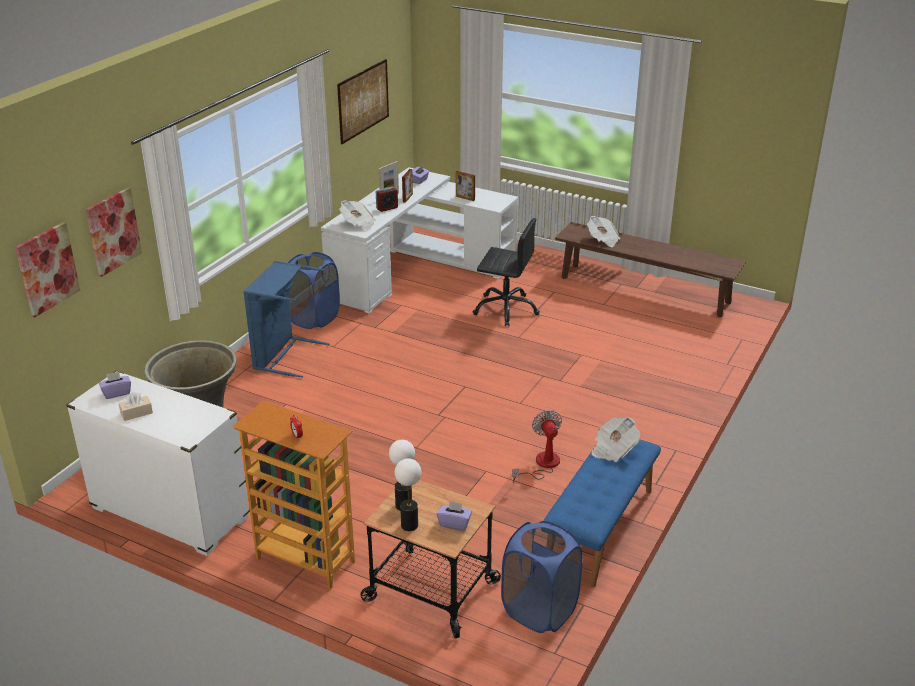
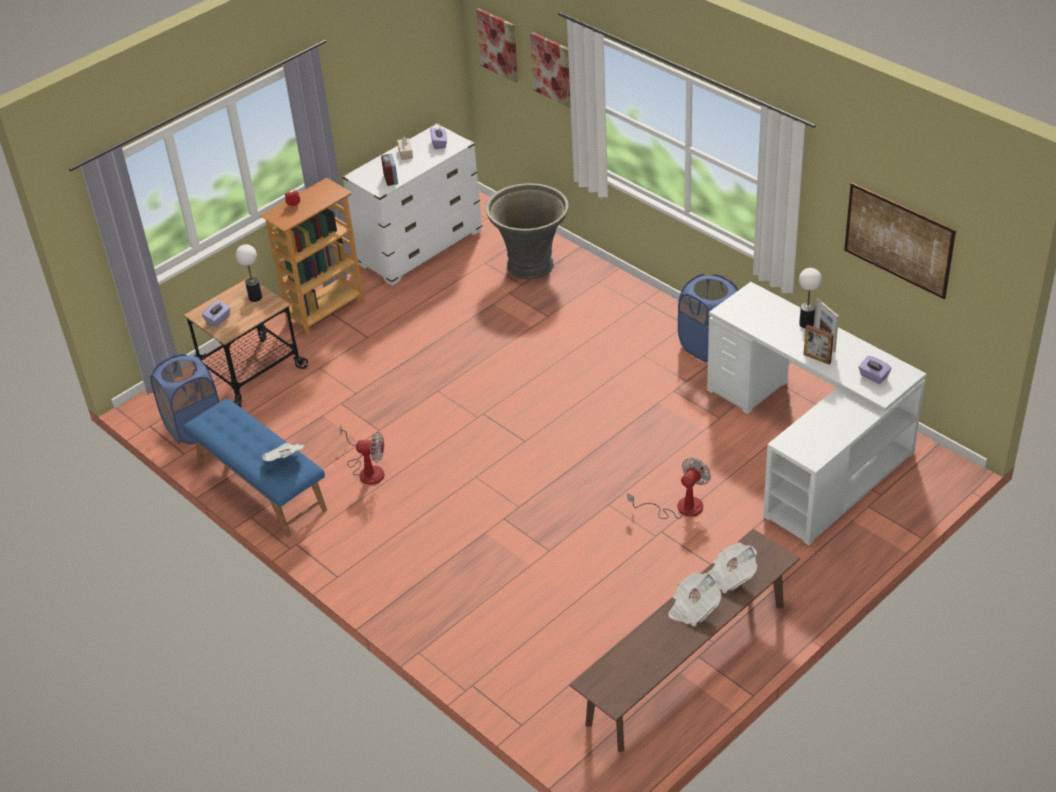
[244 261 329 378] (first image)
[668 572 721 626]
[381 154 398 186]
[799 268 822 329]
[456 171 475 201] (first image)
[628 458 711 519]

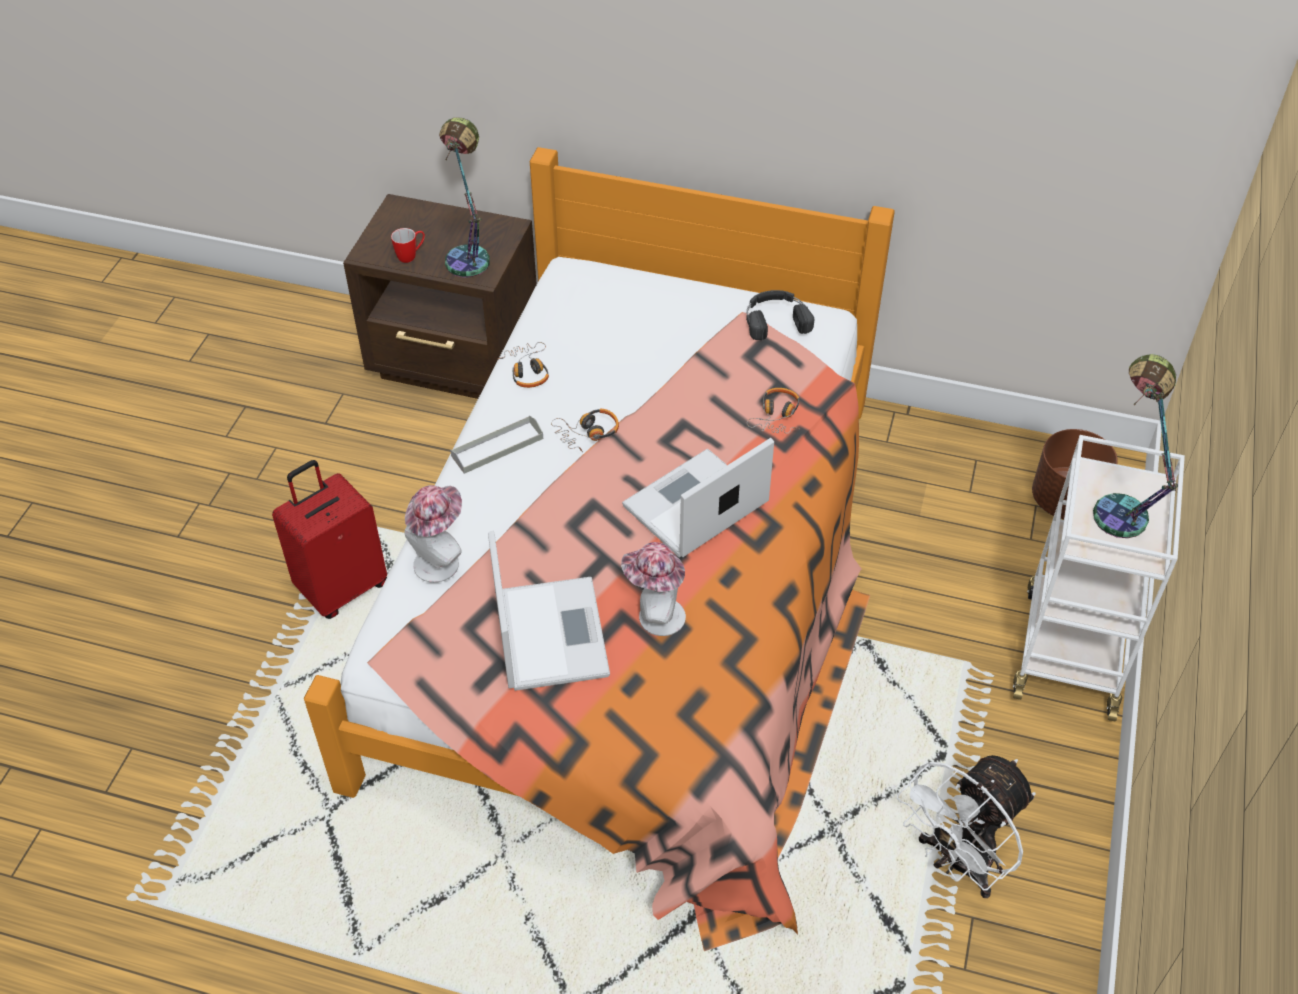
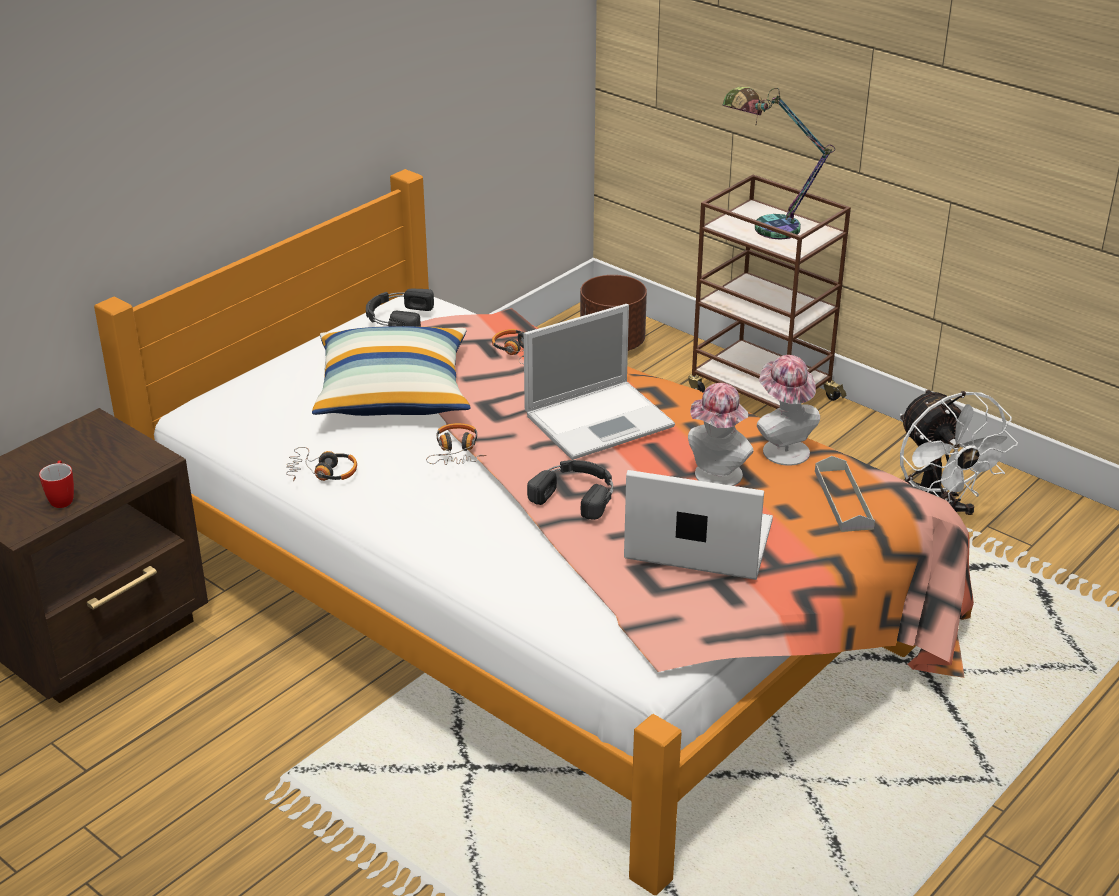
[272 460 387 619] (first image)
[757 355 820 466]
[439 117 490 278] (first image)
[815 456 875 532]
[524 304 675 460]
[688 175 851 409]
[312 326 470 416]
[527 460 613 520]

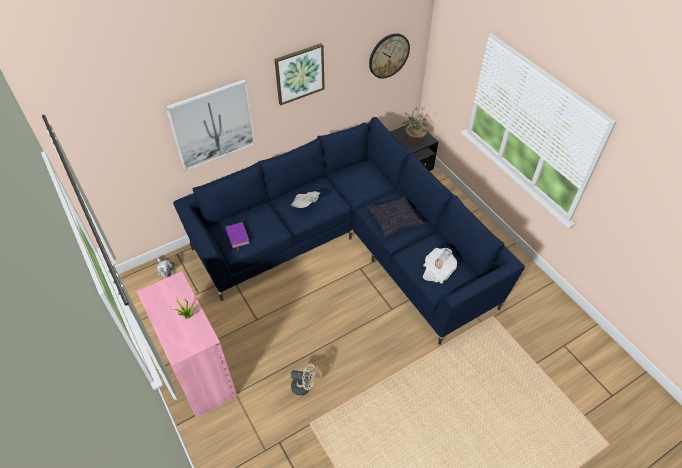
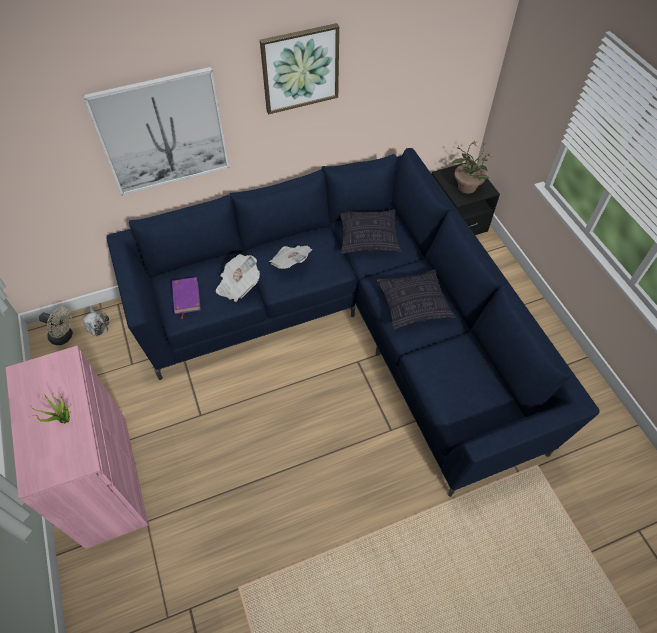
[39 307 73 345]
[369 33 410 79] (first image)
[216 254 260 302]
[340 209 401 254]

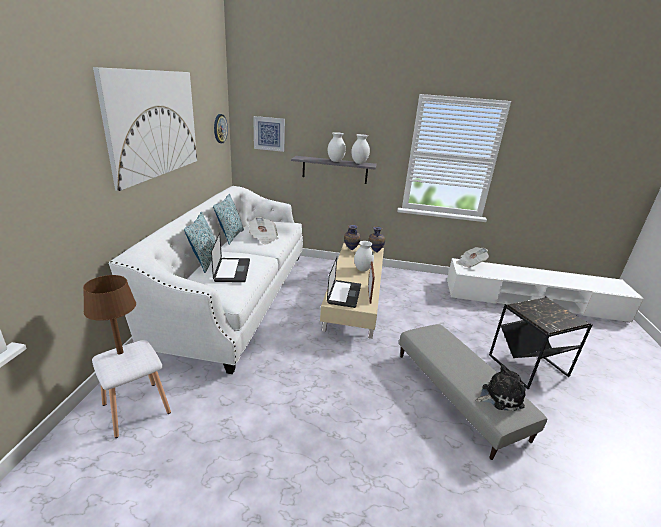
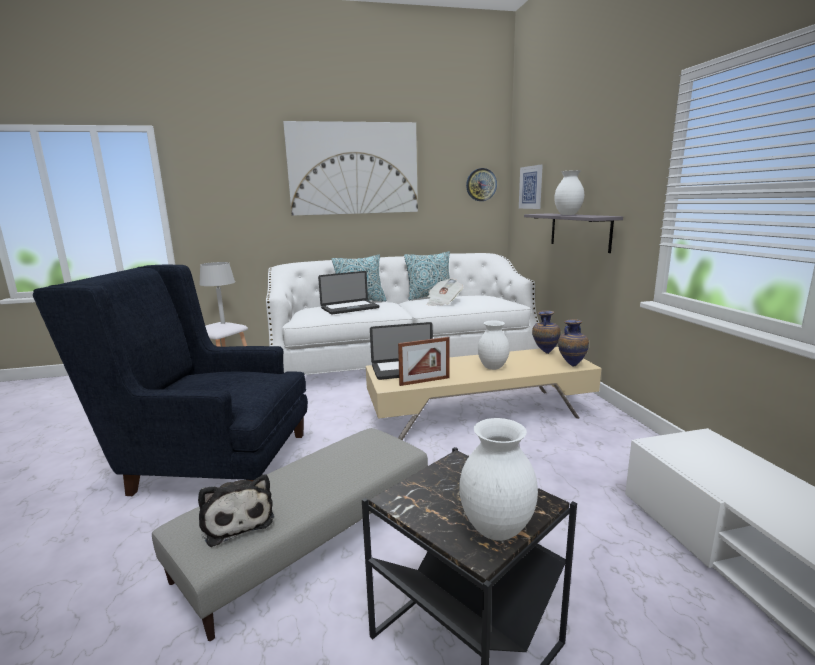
[199 262 235 324]
[459 418 538 541]
[456 247 489 268] (first image)
[33 264 308 496]

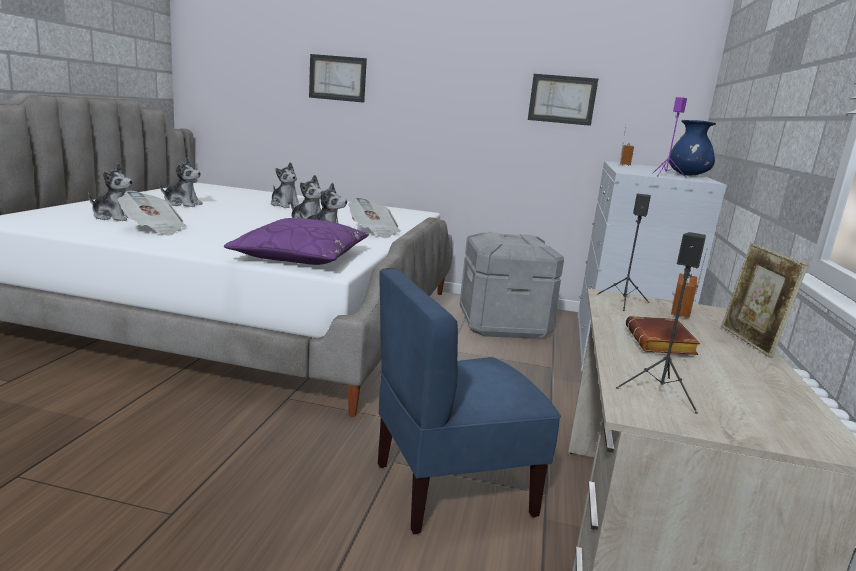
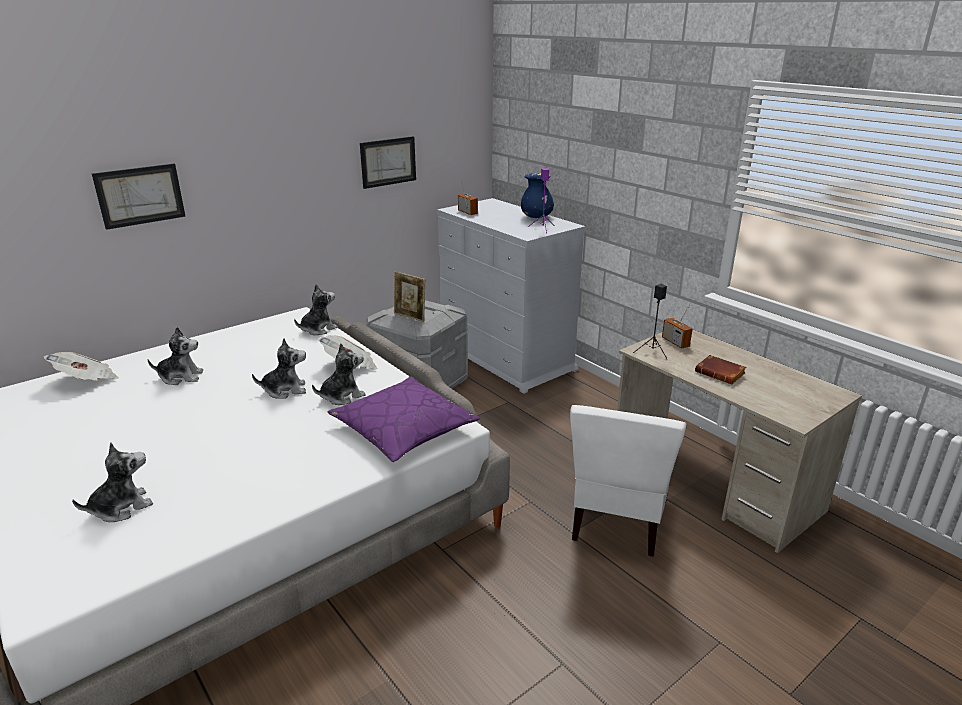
[44 352 118 381]
[294 284 338 335]
[570 405 686 557]
[616 232 706 414] (first image)
[394 271 426 322]

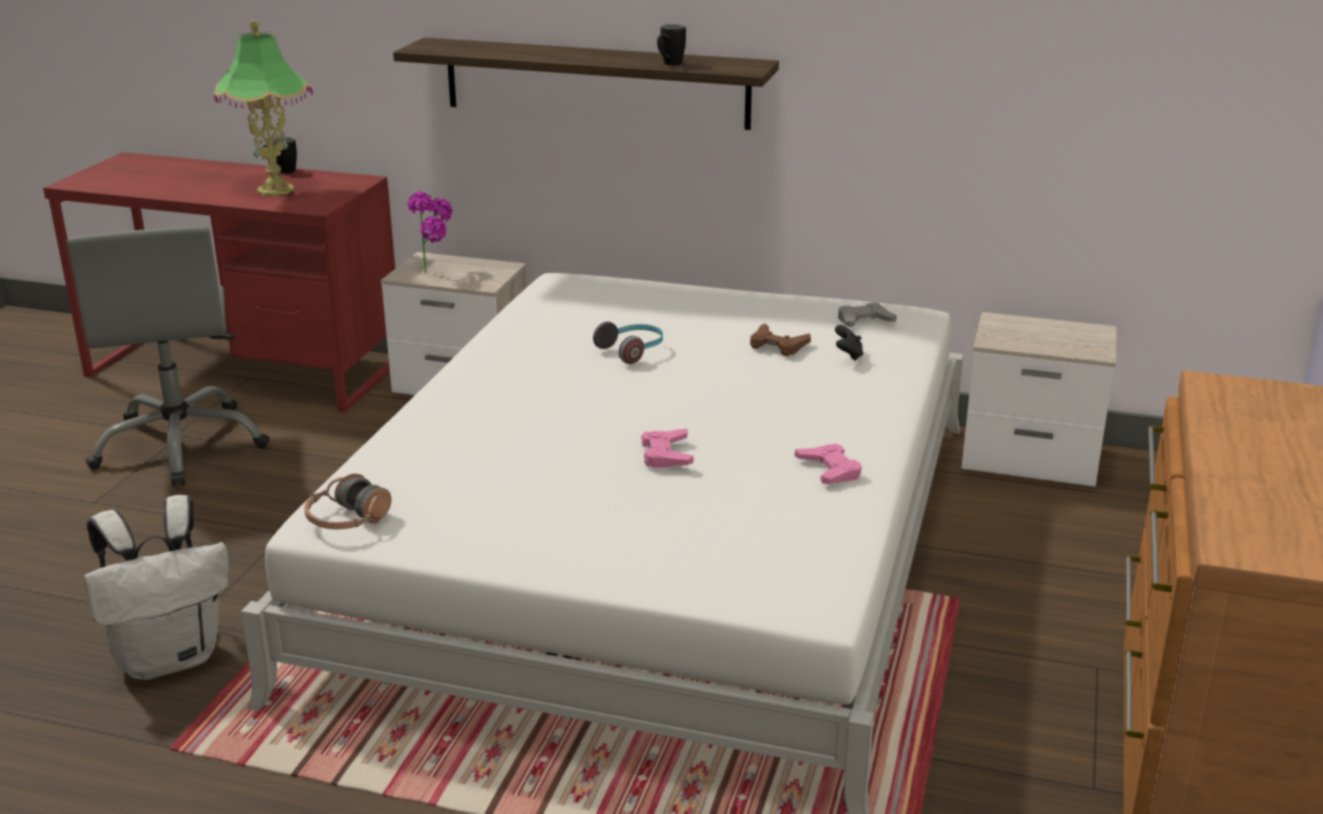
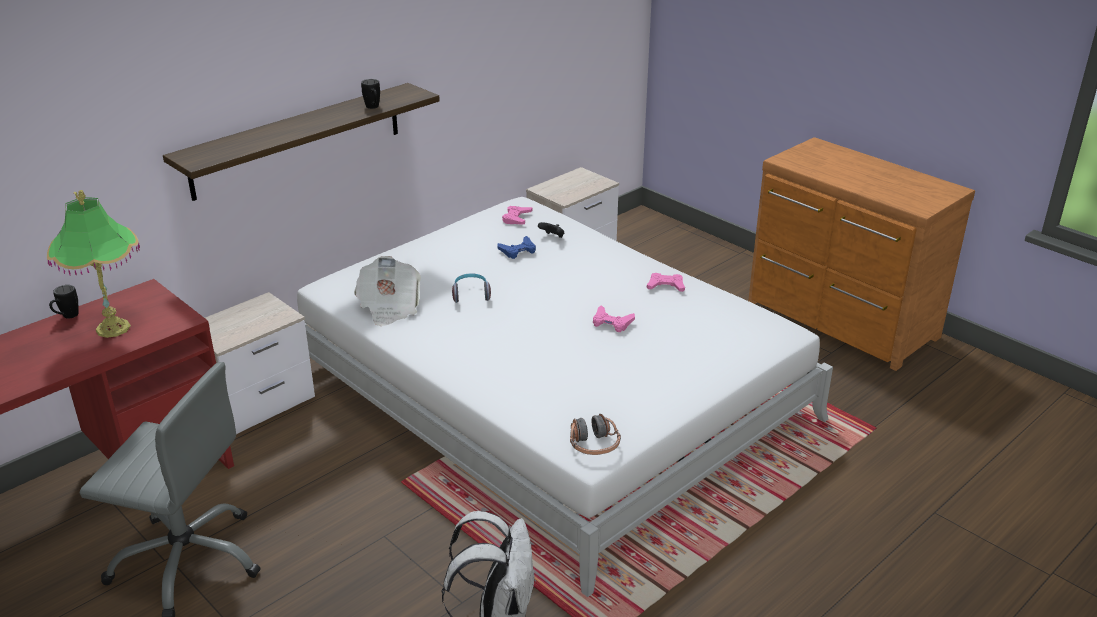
[408 192 452 273] (first image)
[498 236 536 259]
[502 206 533 225]
[354 256 421 326]

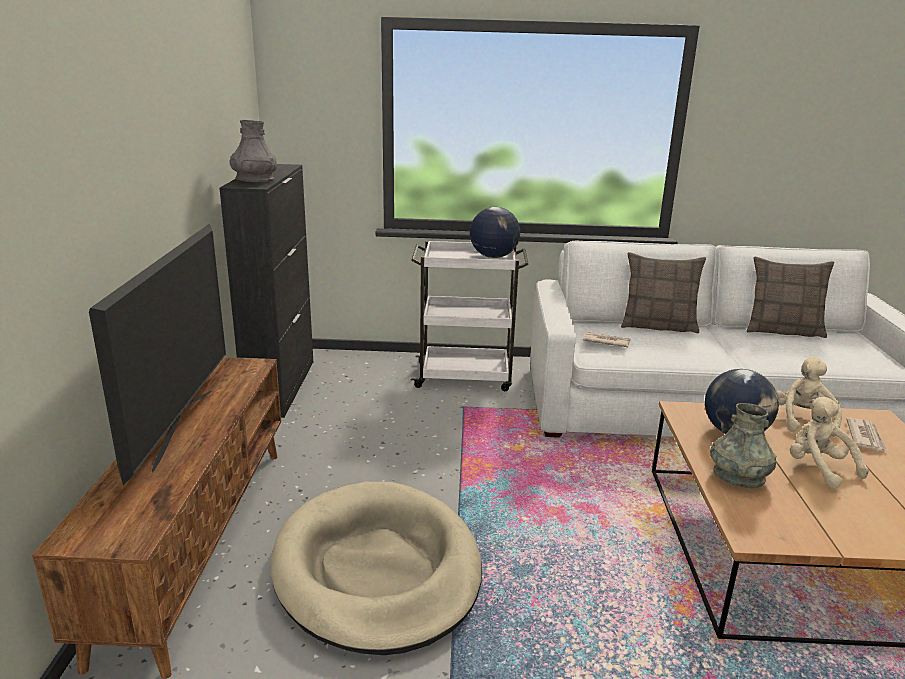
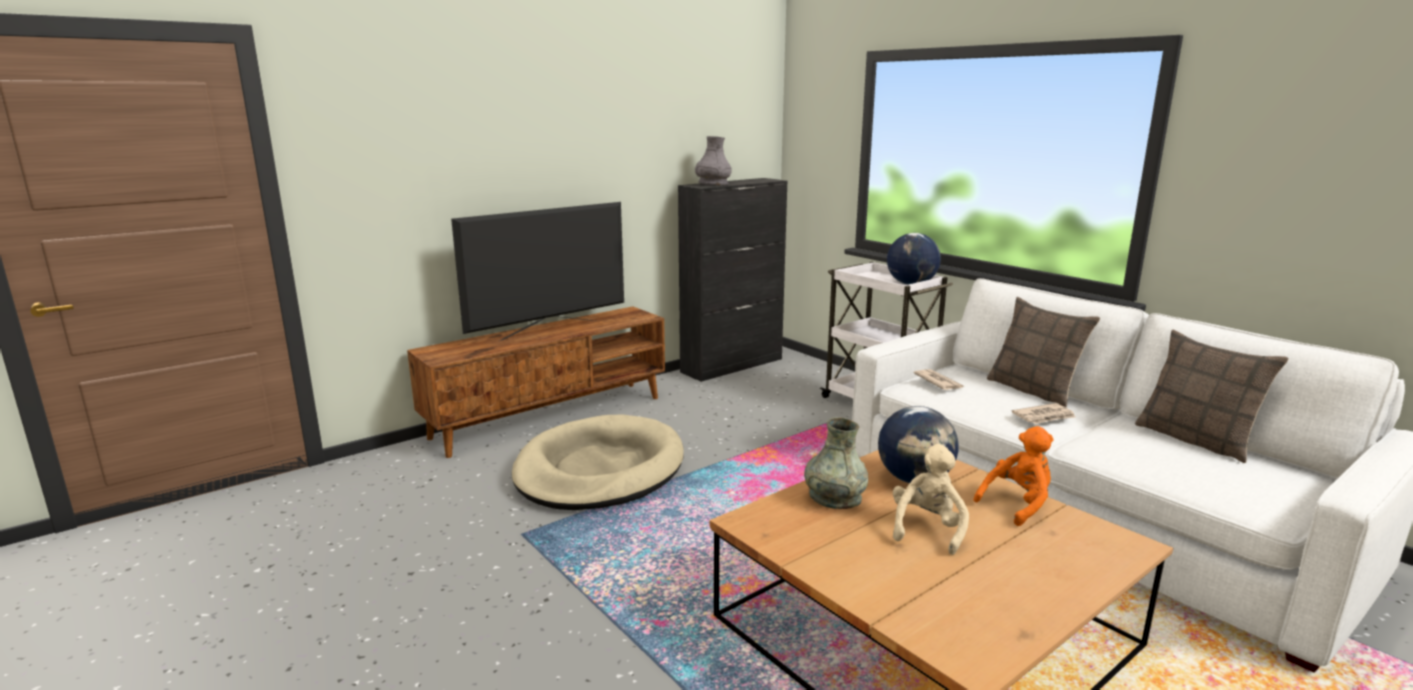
[973 426 1054 526]
[1011 403 1075 424]

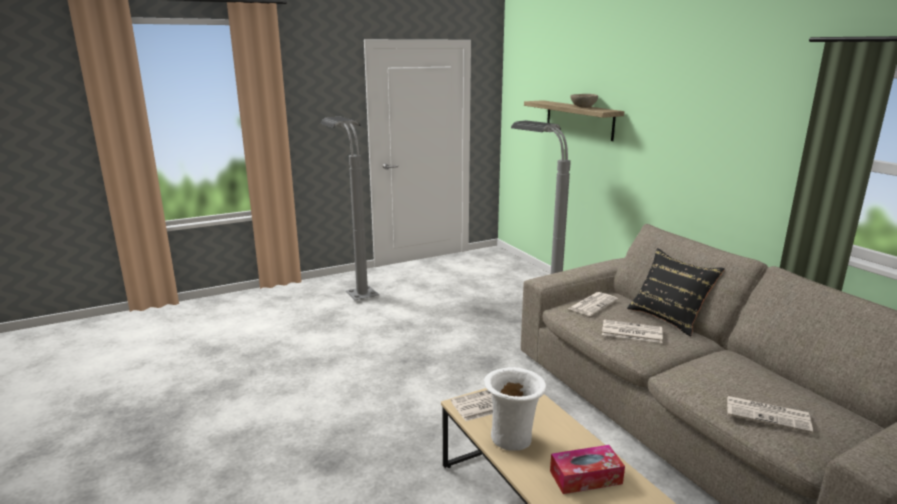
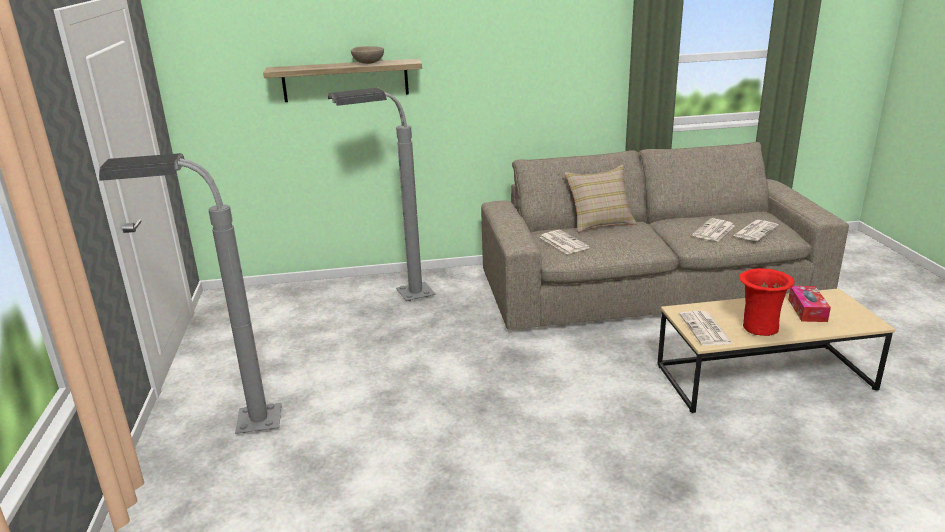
[739 268 794 336]
[692 218 735 241]
[564 165 637 233]

